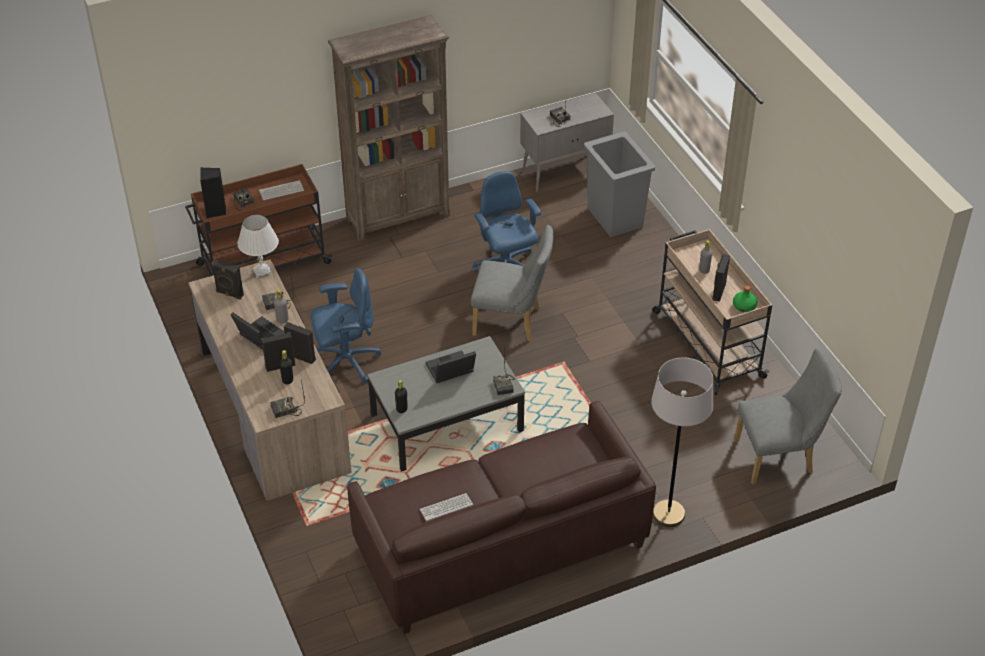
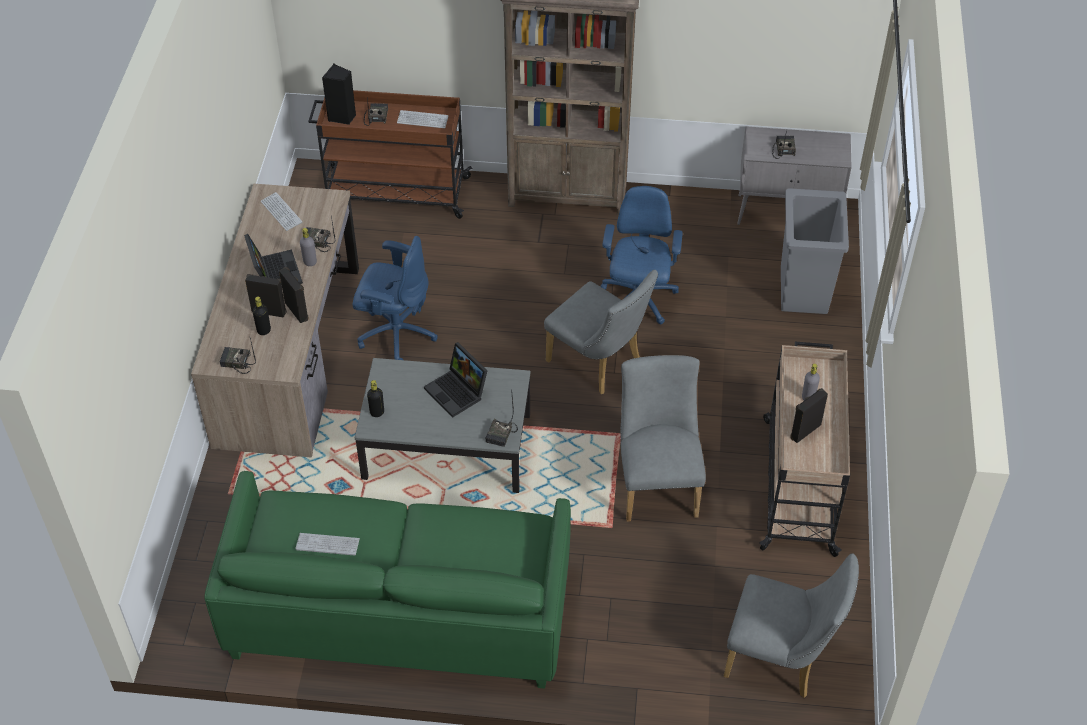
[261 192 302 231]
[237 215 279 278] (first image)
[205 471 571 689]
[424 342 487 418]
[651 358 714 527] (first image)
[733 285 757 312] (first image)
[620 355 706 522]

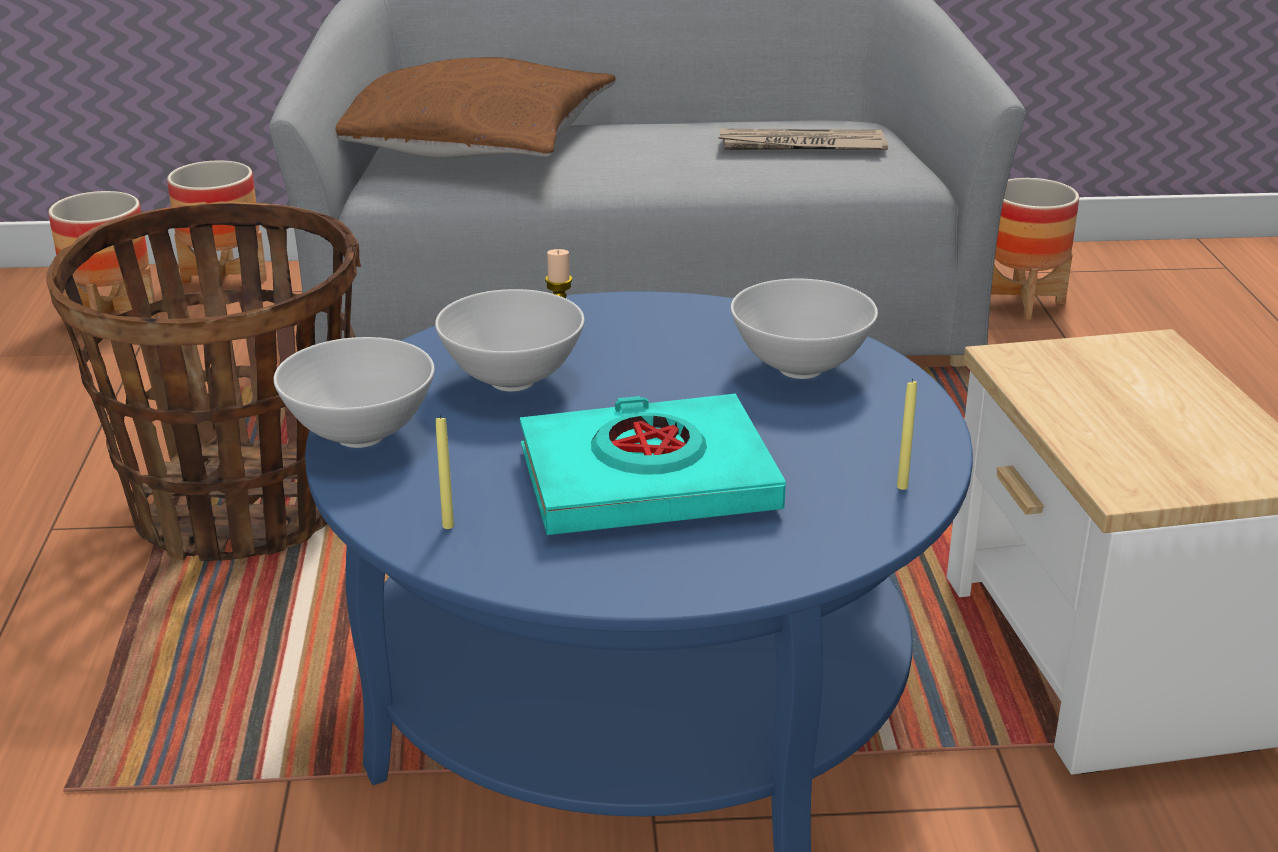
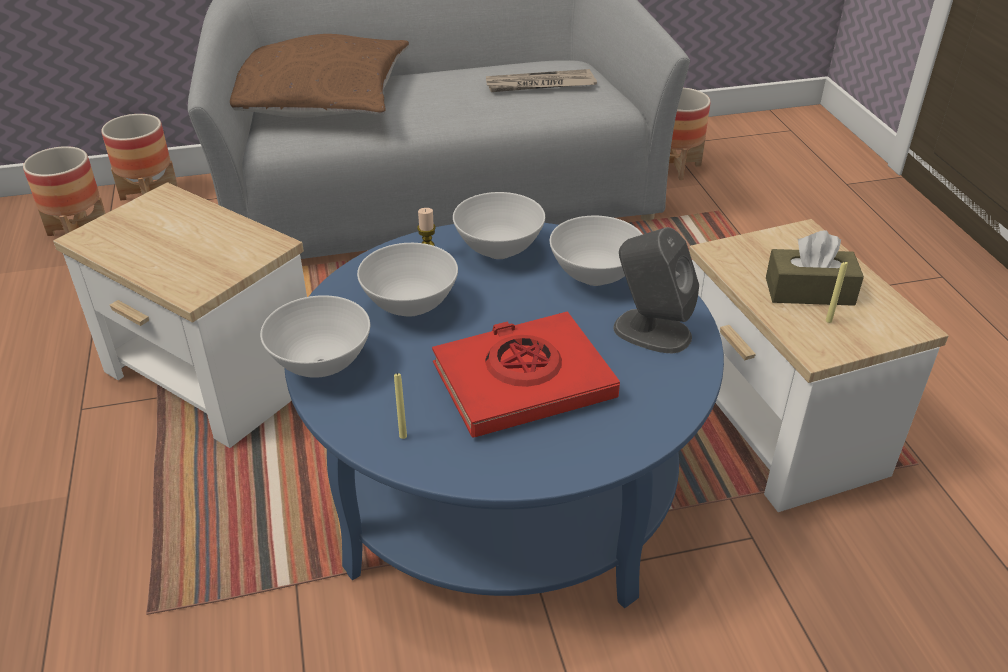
[53 182 307 448]
[432 311 620 438]
[826 262 848 323]
[453 192 545 259]
[613 227 699 353]
[766 231 864 306]

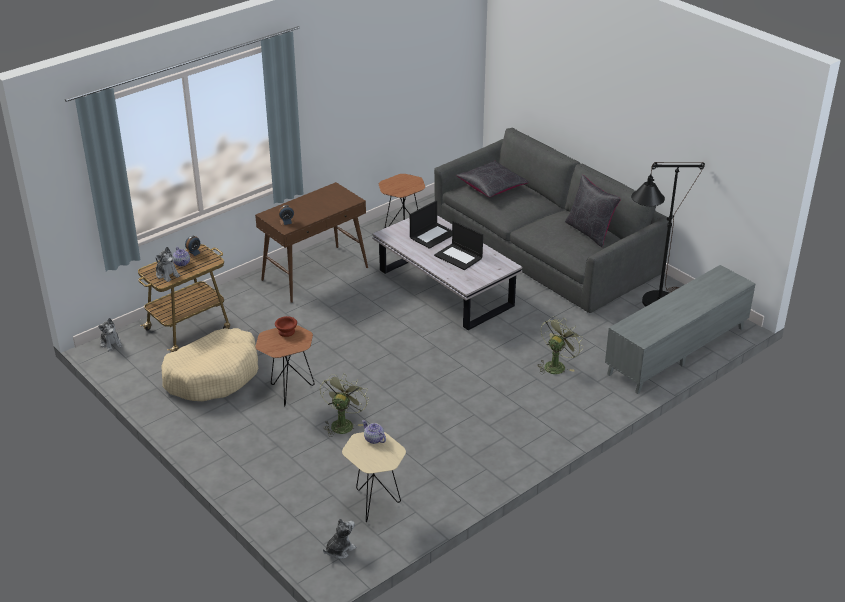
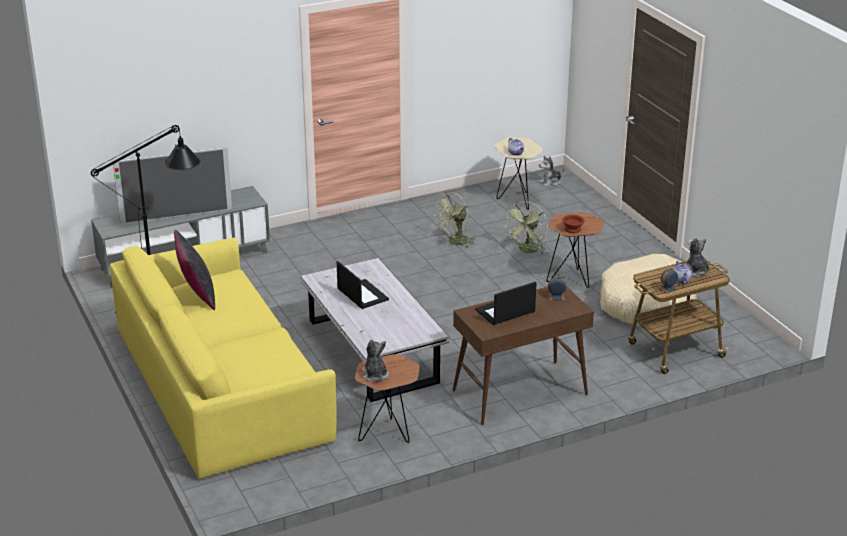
[362 339 389 382]
[475 282 536 325]
[110 237 337 479]
[456 161 529 197] (first image)
[434 193 474 247]
[113 147 232 224]

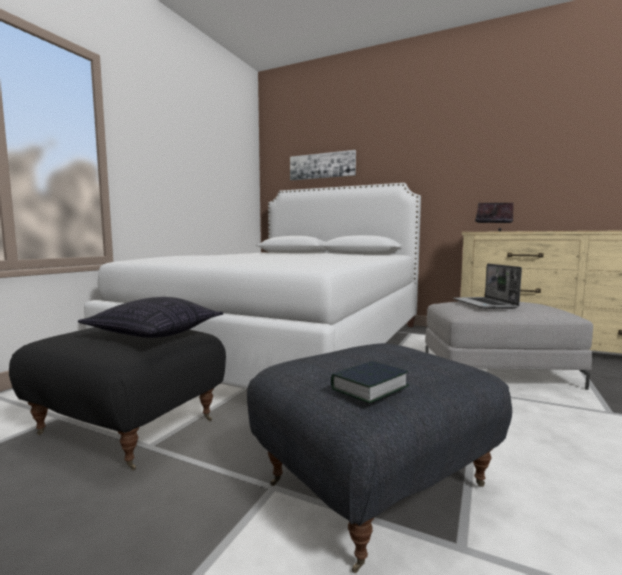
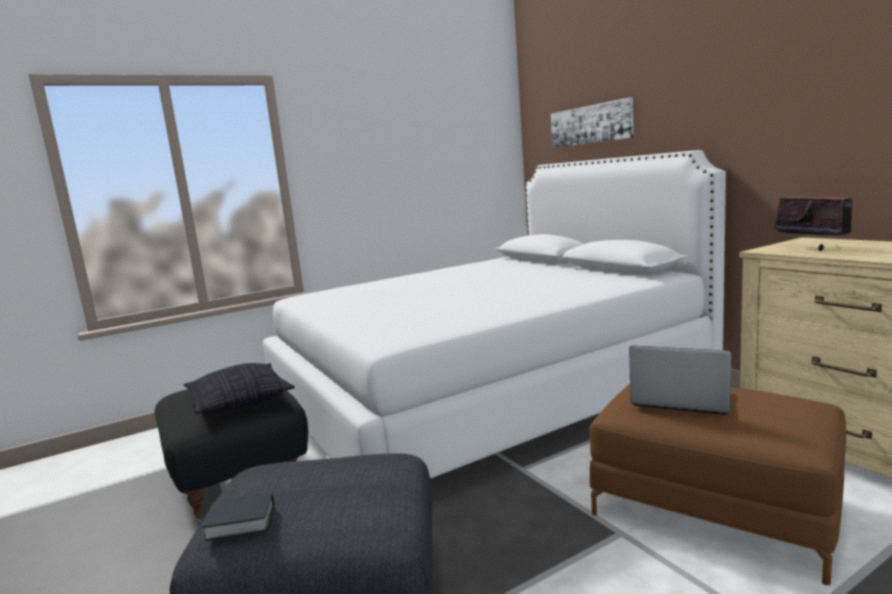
[590 384 846 585]
[629 345 731 415]

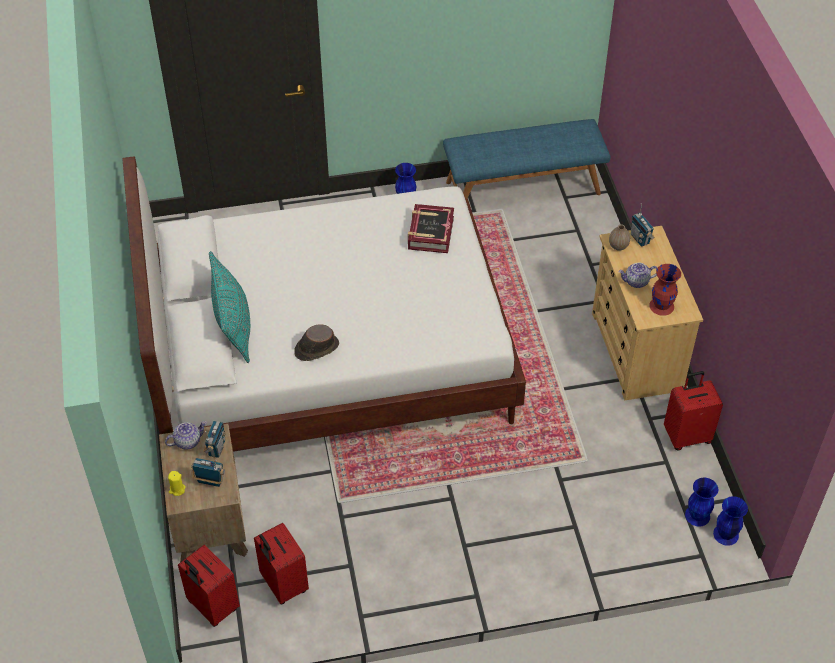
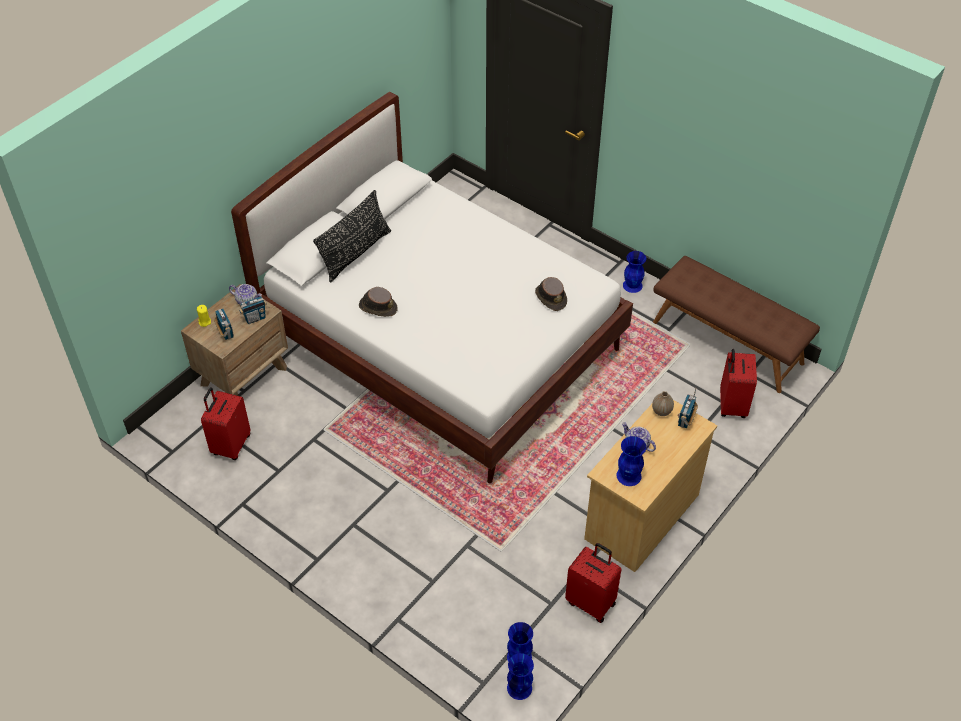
[720 349 757 418]
[313 190 391 282]
[535 277 567 311]
[653 256 820 393]
[617 436 646 486]

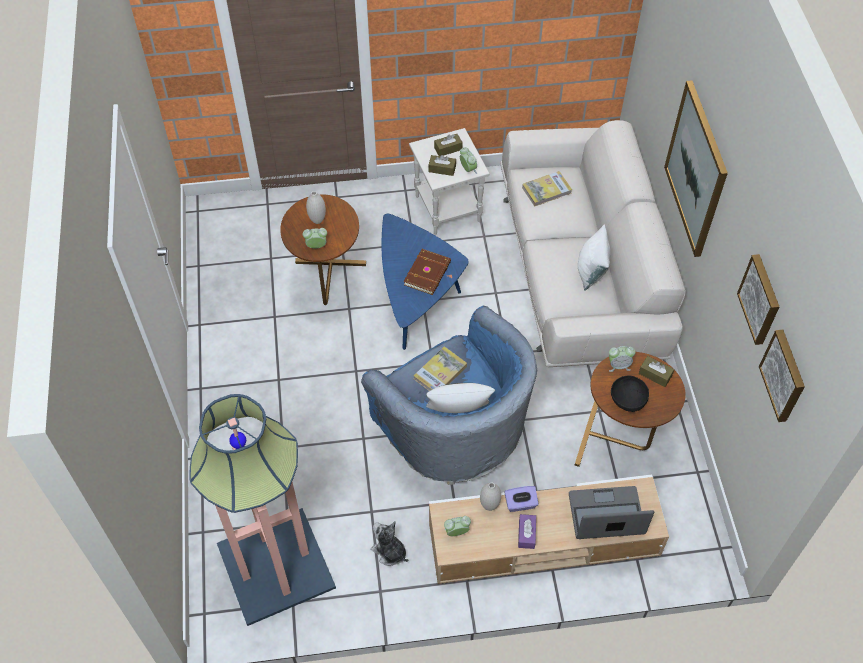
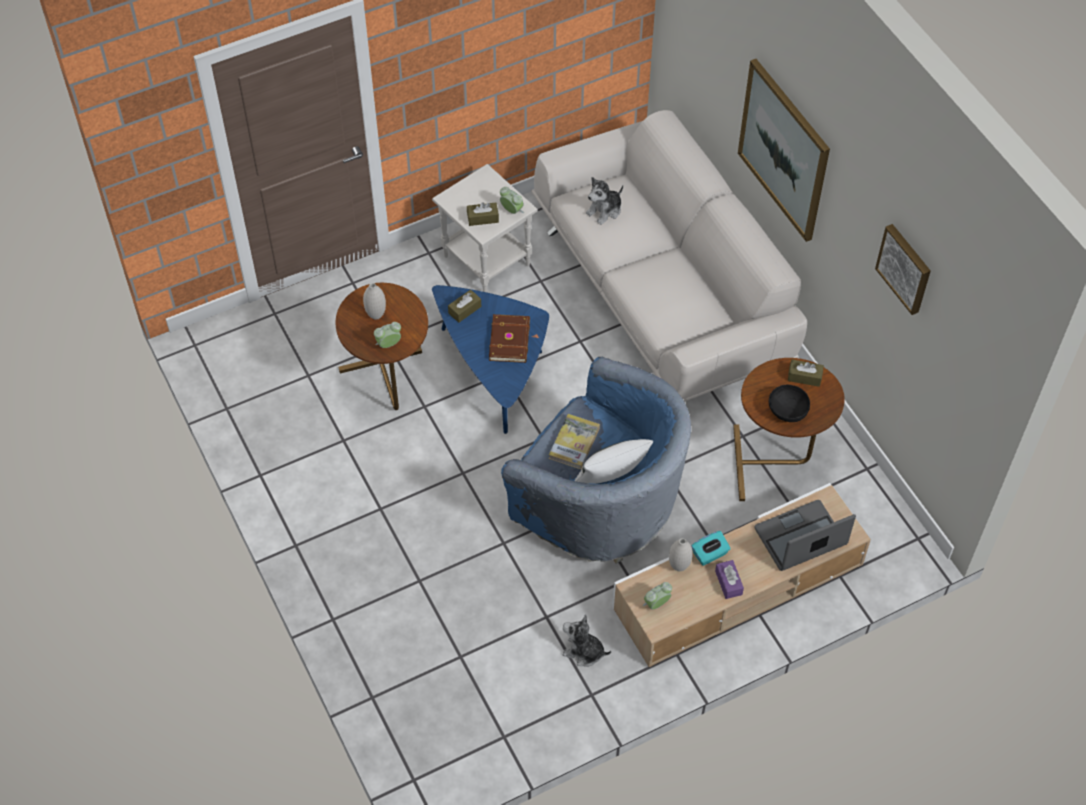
[189 394 336 626] (first image)
[448 290 481 323]
[691 531 731 566]
[586 177 623 225]
[578 224 611 290] (first image)
[609 346 636 372] (first image)
[759 330 805 422] (first image)

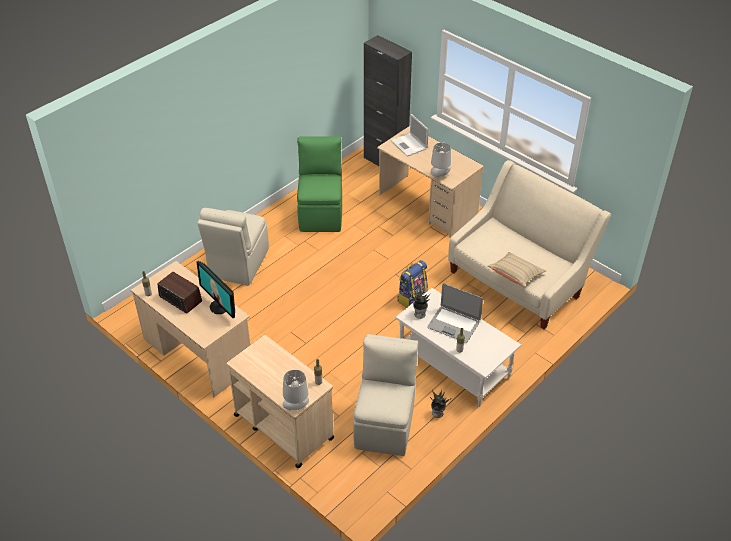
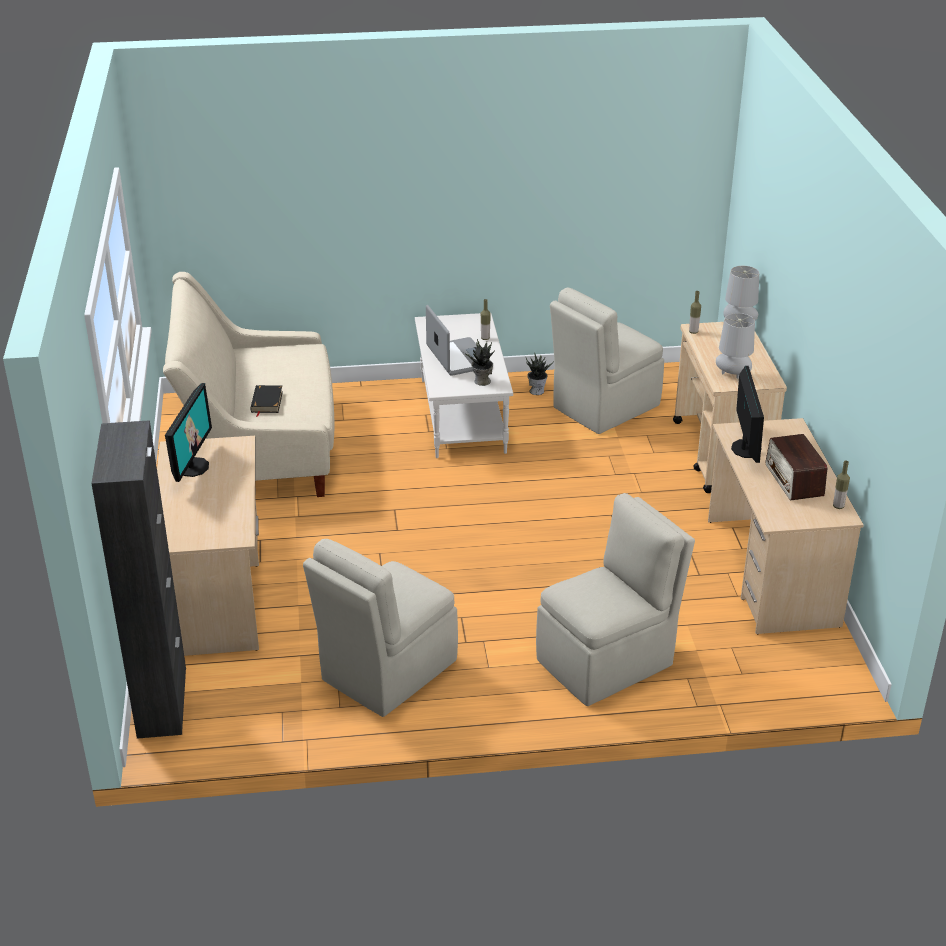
[303 539 458 717]
[391 114 429 157] (first image)
[397 260 428 308] (first image)
[716 313 755 379]
[488 252 546 287] (first image)
[165 383 212 482]
[251 385 283 417]

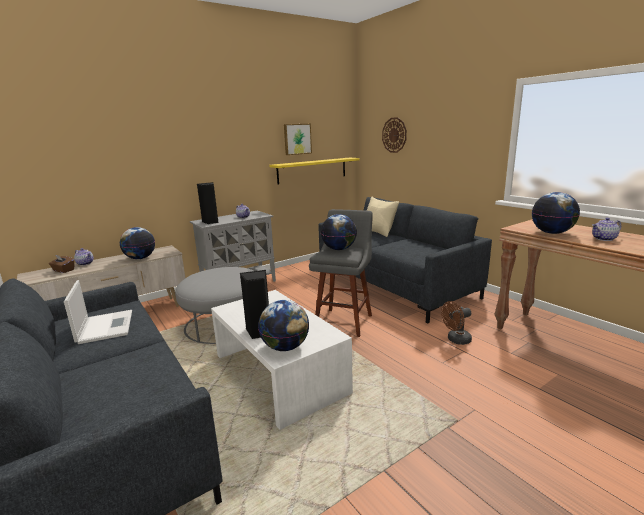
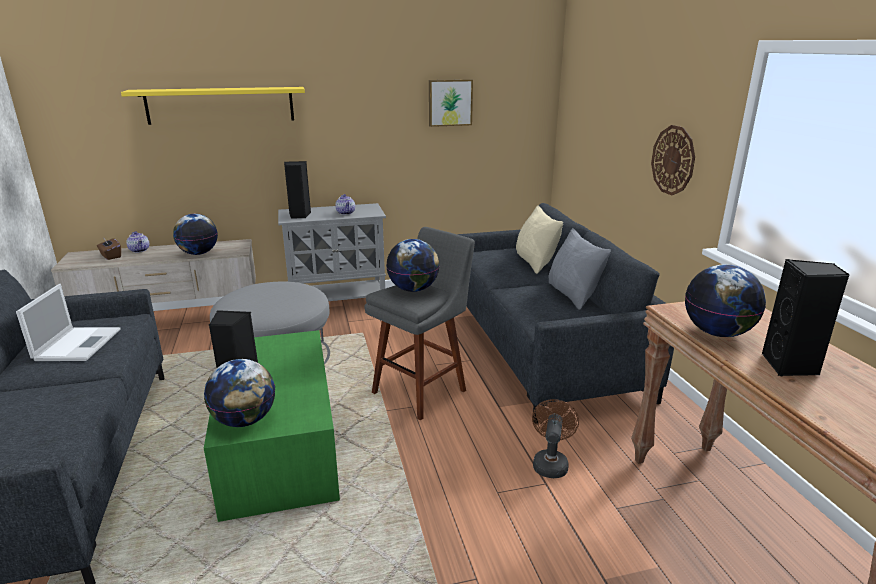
[204 330 340 522]
[121 87 305 125]
[651 125 695 195]
[532 399 579 478]
[762 259 850 376]
[549 228 611 310]

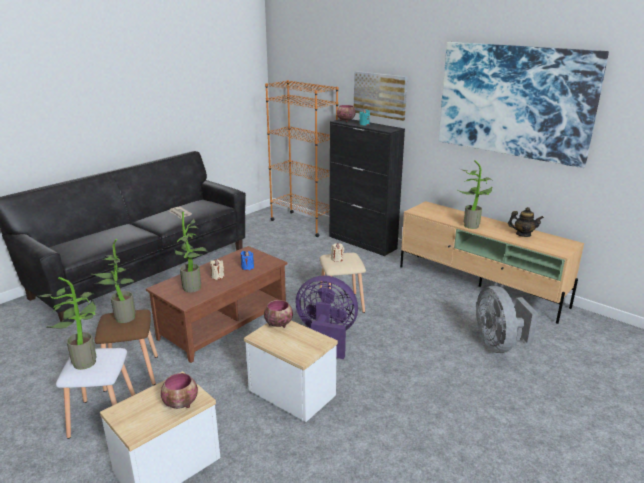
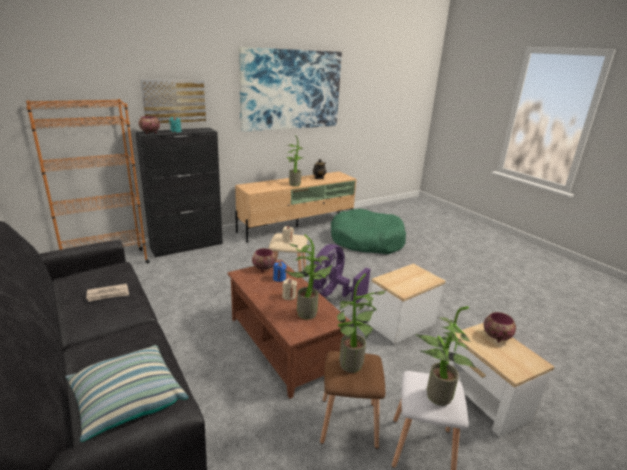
[252 248 276 272]
[331 209 406 254]
[66 345 188 442]

